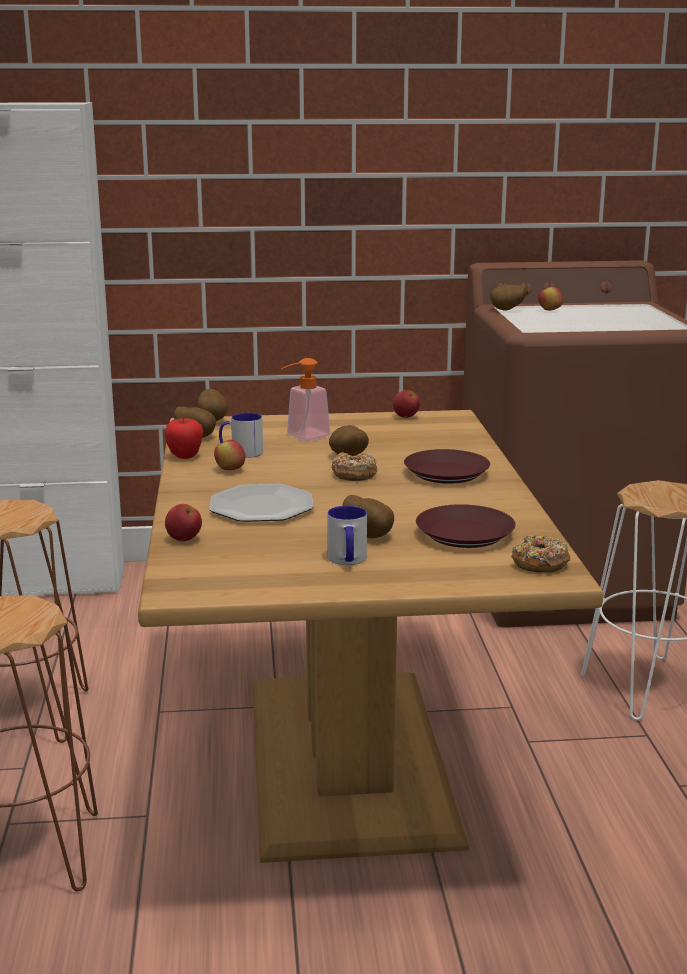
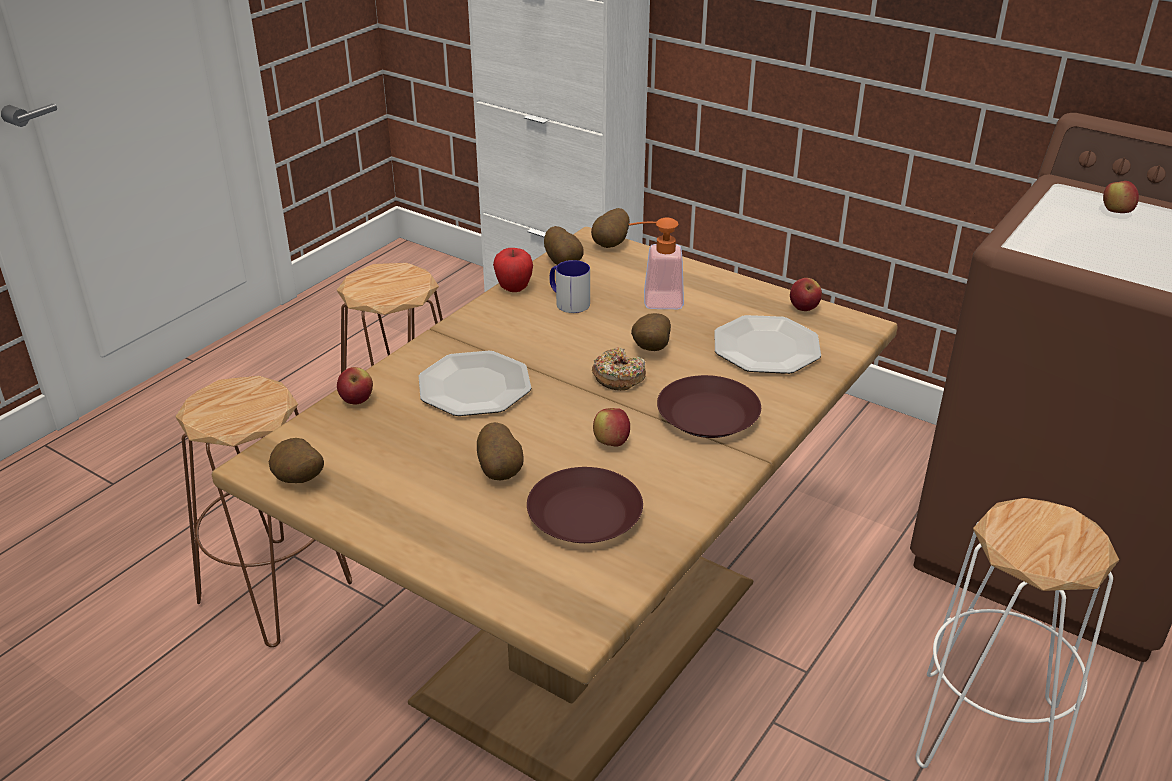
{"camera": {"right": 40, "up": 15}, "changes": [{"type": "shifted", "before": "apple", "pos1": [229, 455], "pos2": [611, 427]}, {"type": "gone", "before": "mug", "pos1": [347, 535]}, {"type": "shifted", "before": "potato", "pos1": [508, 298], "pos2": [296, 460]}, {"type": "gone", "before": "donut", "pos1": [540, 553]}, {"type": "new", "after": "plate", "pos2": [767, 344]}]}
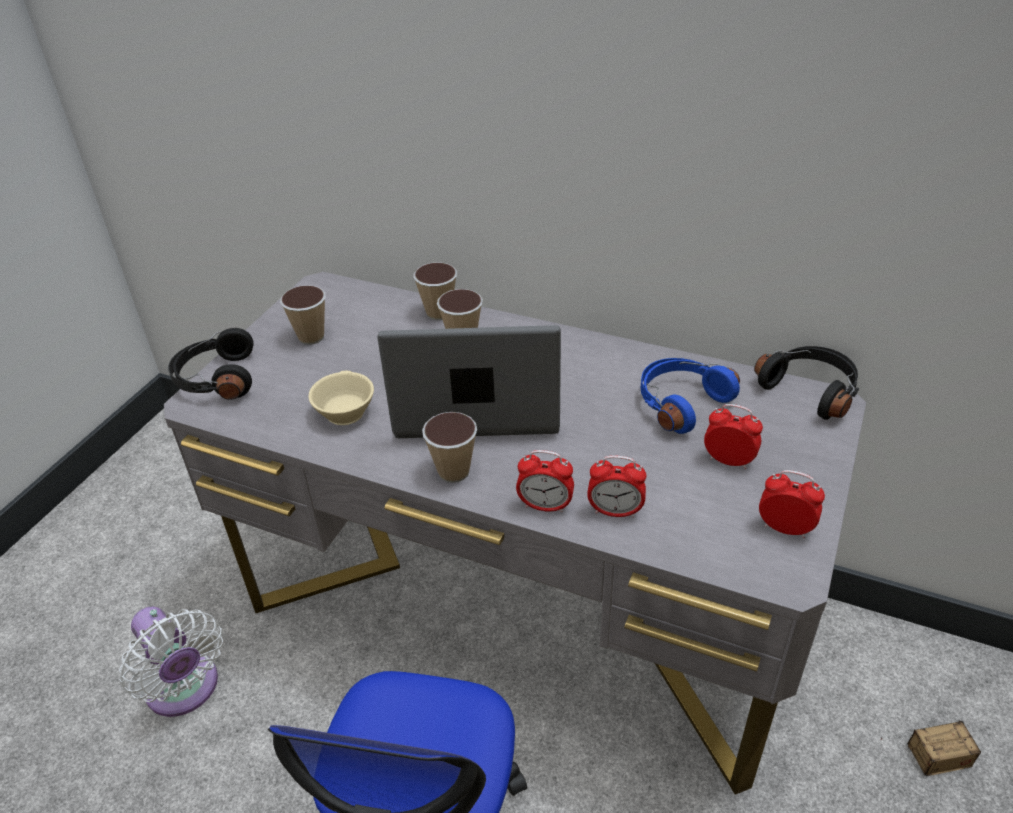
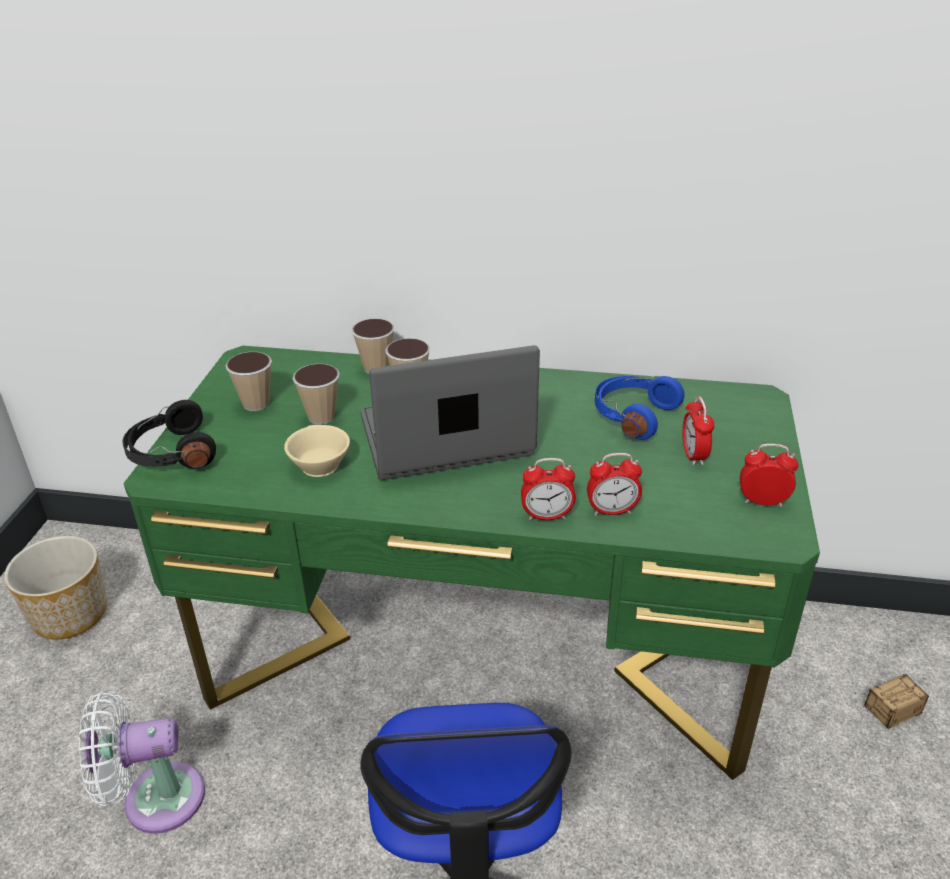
{"camera": {"right": -15, "up": -5}, "changes": [{"type": "rotated", "before": "white fan", "pos1": [171, 662], "pos2": [142, 762], "turn": 135}, {"type": "repainted", "before": "grey desk", "after": "green desk", "pos1": [515, 533], "pos2": [471, 563]}, {"type": "shifted", "before": "cup", "pos1": [449, 447], "pos2": [316, 394]}, {"type": "rotated", "before": "alarm clock", "pos1": [733, 436], "pos2": [698, 431], "turn": -105}, {"type": "gone", "before": "black headphones", "pos1": [806, 383]}, {"type": "new", "after": "planter", "pos2": [55, 587]}]}
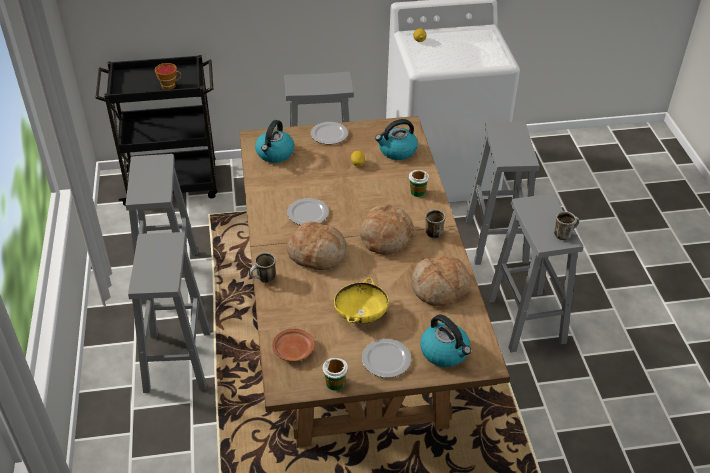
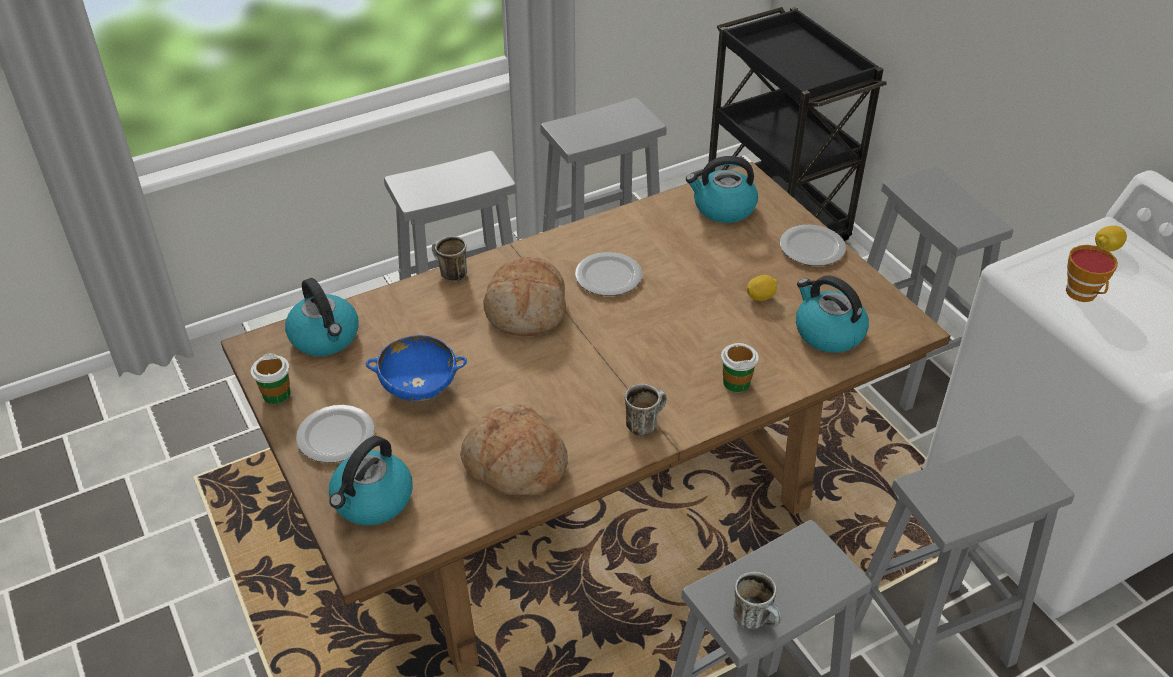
{"camera": {"right": 70, "up": 0}, "changes": [{"type": "shifted", "before": "cup", "pos1": [168, 76], "pos2": [1092, 273]}, {"type": "swapped", "before": "brown plate", "after": "kettle", "pos1": [293, 345], "pos2": [322, 317]}, {"type": "repainted", "before": "yellow bowl", "after": "blue bowl", "pos1": [361, 300], "pos2": [416, 368]}, {"type": "gone", "before": "bread", "pos1": [386, 229]}]}
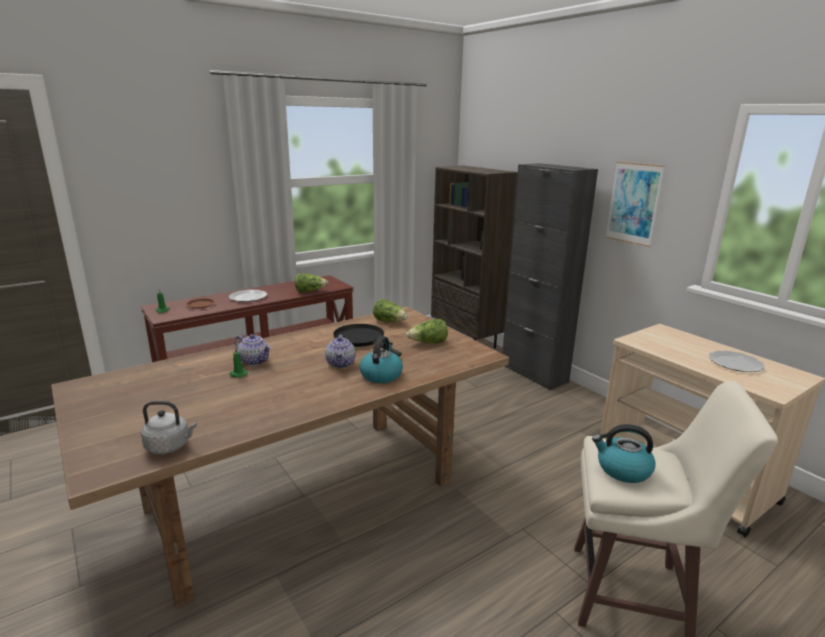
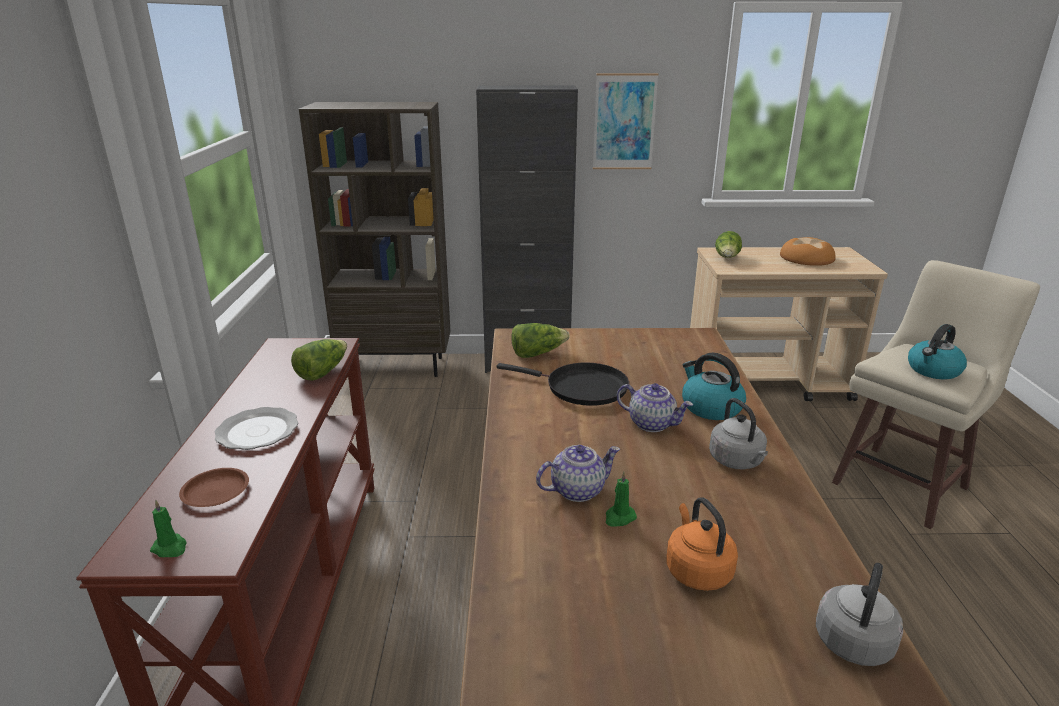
{"camera": {"right": -55, "up": 5}, "changes": [{"type": "rotated", "before": "black frying pan", "pos1": [367, 340], "pos2": [562, 384], "turn": -150}, {"type": "shifted", "before": "lettuce", "pos1": [427, 331], "pos2": [728, 244]}, {"type": "swapped", "before": "plate", "after": "bread", "pos1": [737, 361], "pos2": [808, 251]}, {"type": "new", "after": "orange kettle", "pos2": [702, 544]}, {"type": "new", "after": "grey kettle", "pos2": [738, 433]}]}
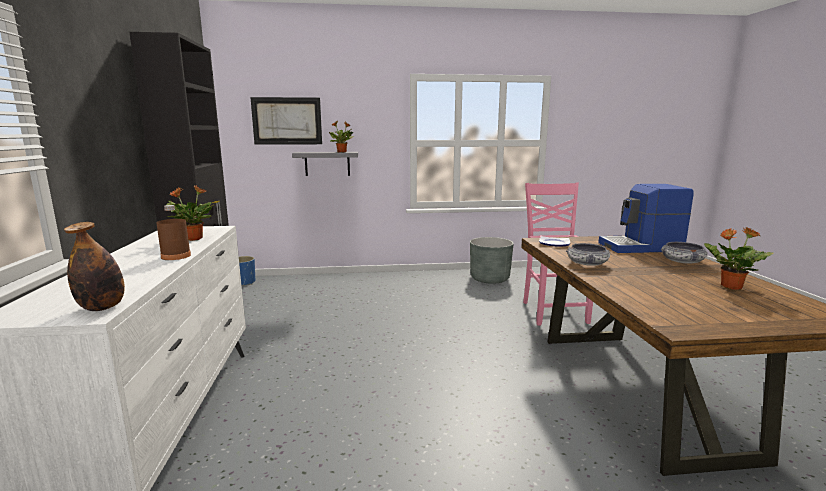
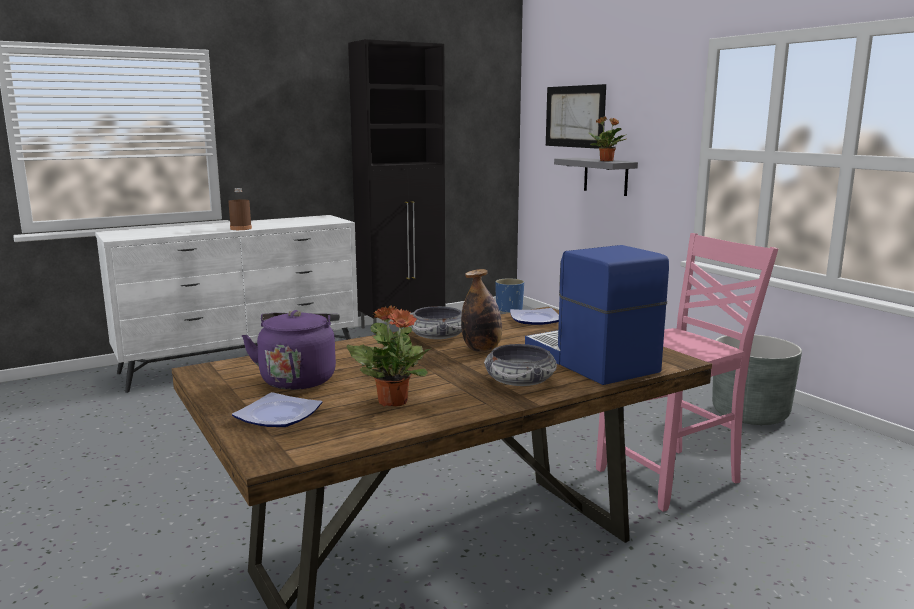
{"camera": {"right": 65, "up": 0}, "changes": [{"type": "shifted", "before": "bottle", "pos1": [94, 266], "pos2": [481, 310]}, {"type": "gone", "before": "potted plant", "pos1": [190, 213]}, {"type": "new", "after": "plate", "pos2": [277, 409]}, {"type": "new", "after": "purple kettle", "pos2": [291, 350]}]}
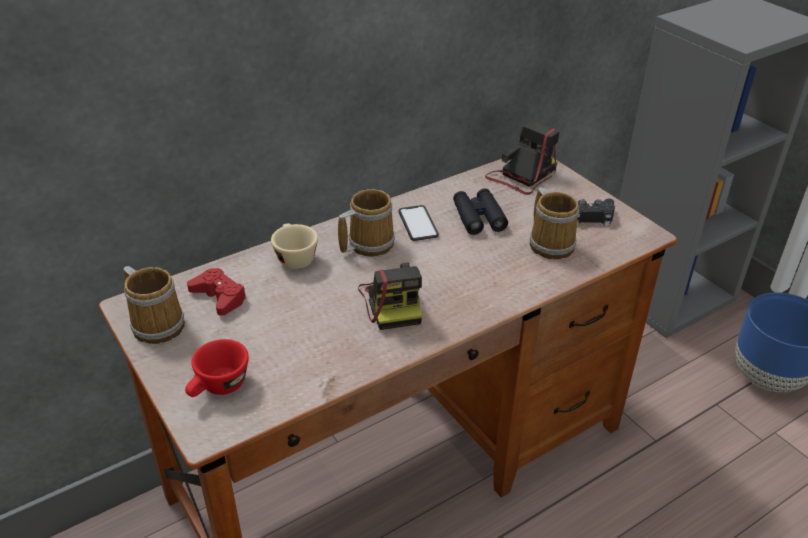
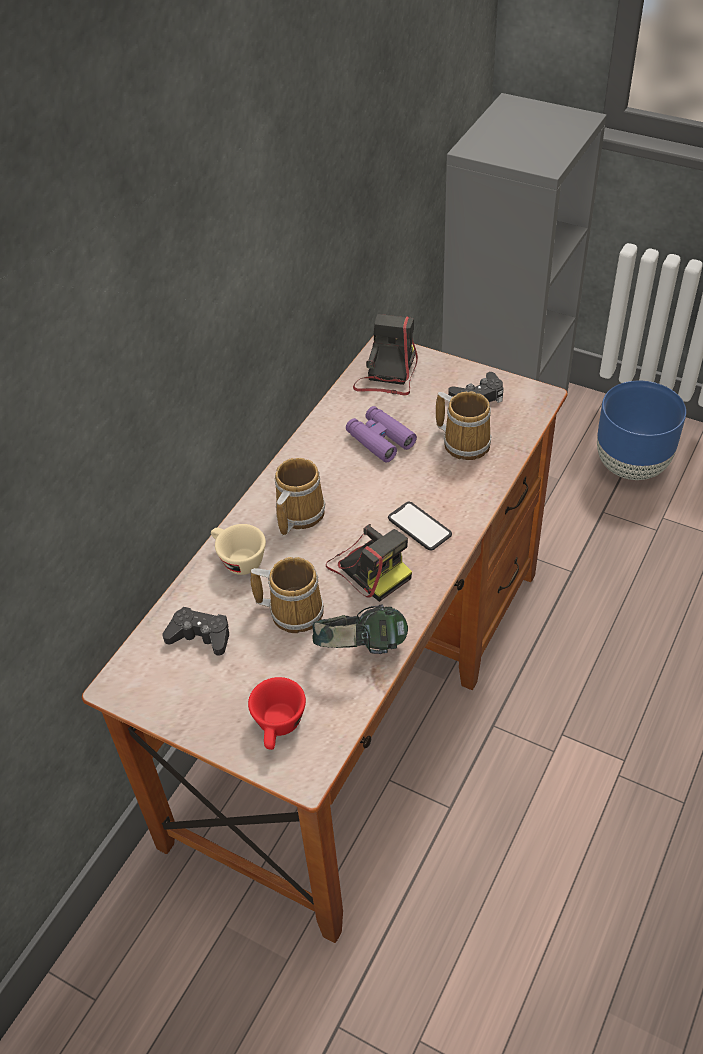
{"camera": {"right": -25, "up": 10}, "changes": [{"type": "shifted", "before": "mug", "pos1": [154, 305], "pos2": [287, 595]}, {"type": "repainted", "before": "red game controller", "after": "black game controller", "pos1": [217, 292], "pos2": [195, 631]}, {"type": "shifted", "before": "phone", "pos1": [419, 223], "pos2": [420, 526]}, {"type": "repainted", "before": "black binoculars", "after": "purple binoculars", "pos1": [480, 211], "pos2": [381, 434]}, {"type": "new", "after": "headphones", "pos2": [360, 629]}]}
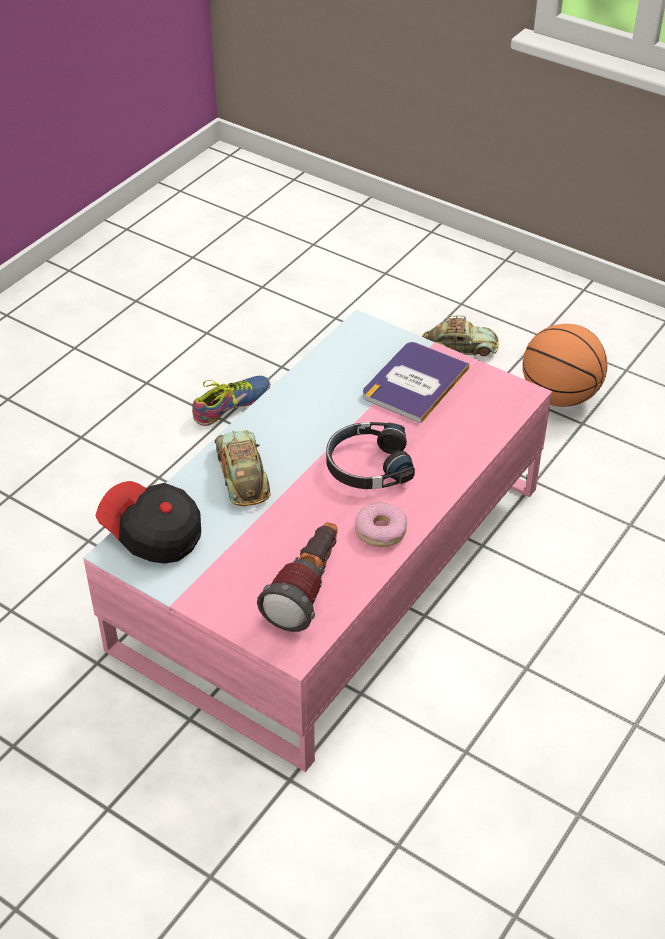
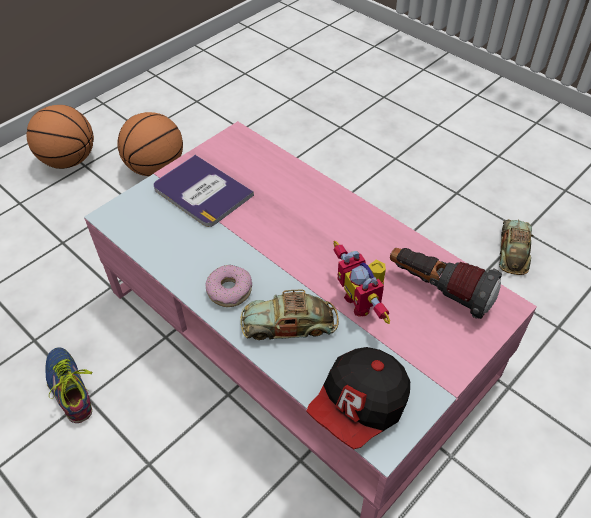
{"camera": {"right": -80, "up": 5}, "changes": [{"type": "gone", "before": "black headphones", "pos1": [370, 455]}, {"type": "shifted", "before": "donut", "pos1": [381, 524], "pos2": [228, 286]}, {"type": "shifted", "before": "toy car", "pos1": [460, 336], "pos2": [516, 247]}, {"type": "new", "after": "basketball", "pos2": [60, 137]}, {"type": "new", "after": "toy robot", "pos2": [361, 282]}]}
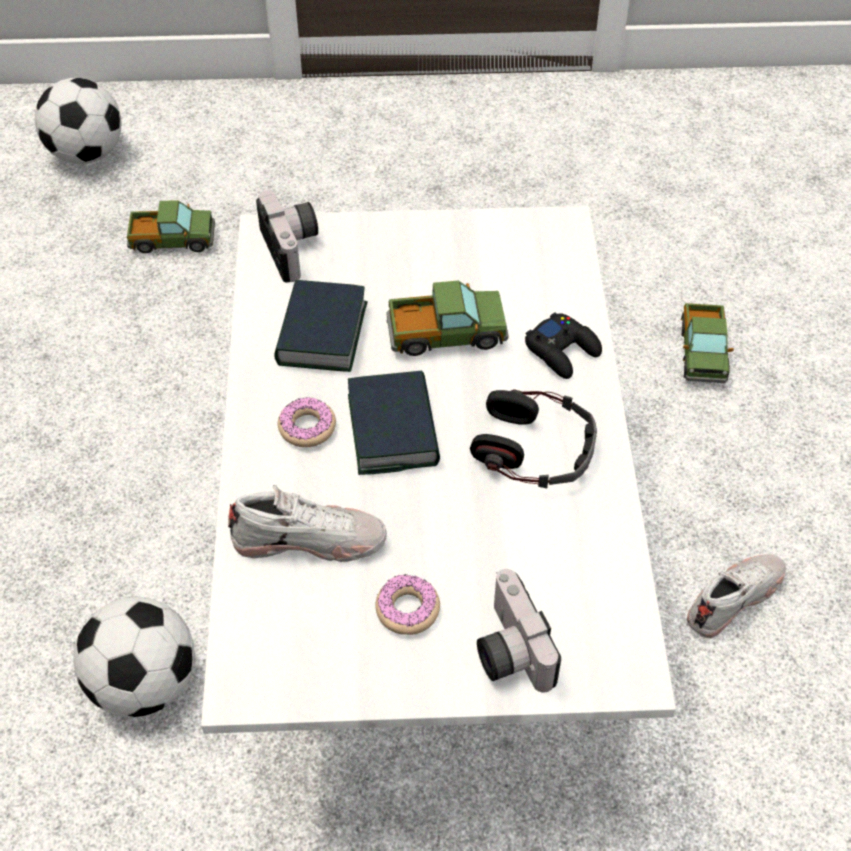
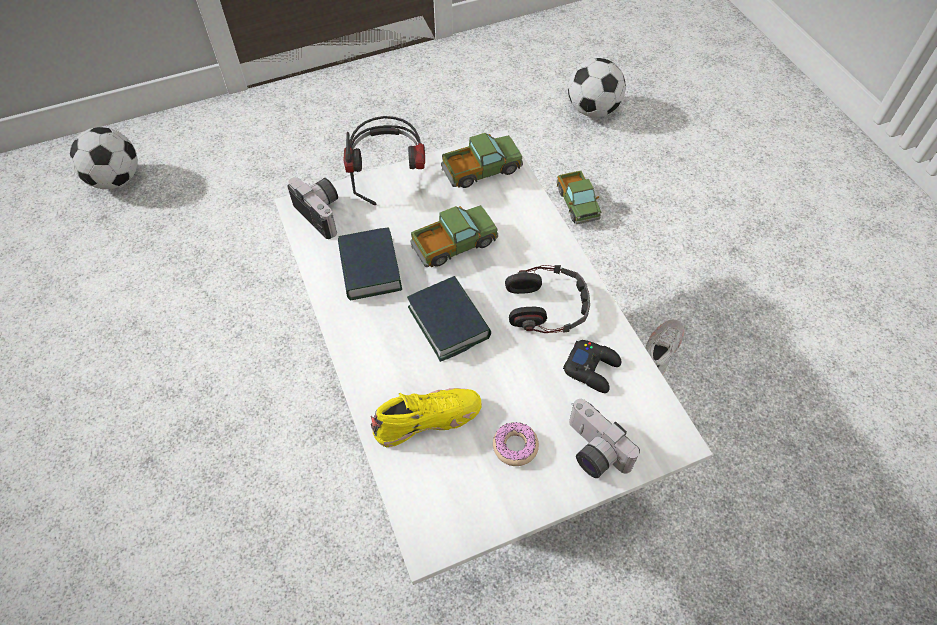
{"camera": {"right": -20, "up": 5}, "changes": [{"type": "shifted", "before": "football", "pos1": [134, 657], "pos2": [597, 87]}, {"type": "shifted", "before": "toy truck", "pos1": [171, 226], "pos2": [482, 160]}, {"type": "repainted", "before": "white shoe", "after": "yellow shoe", "pos1": [307, 523], "pos2": [426, 417]}, {"type": "gone", "before": "donut", "pos1": [307, 422]}, {"type": "shifted", "before": "black game controller", "pos1": [563, 346], "pos2": [592, 366]}, {"type": "new", "after": "headphones", "pos2": [384, 160]}]}
